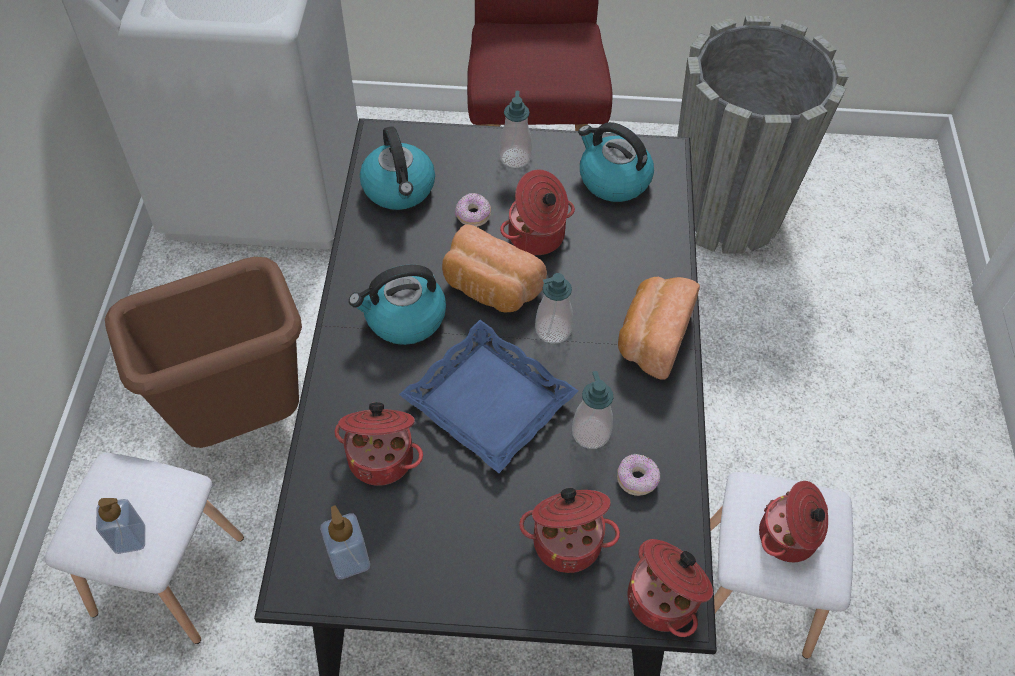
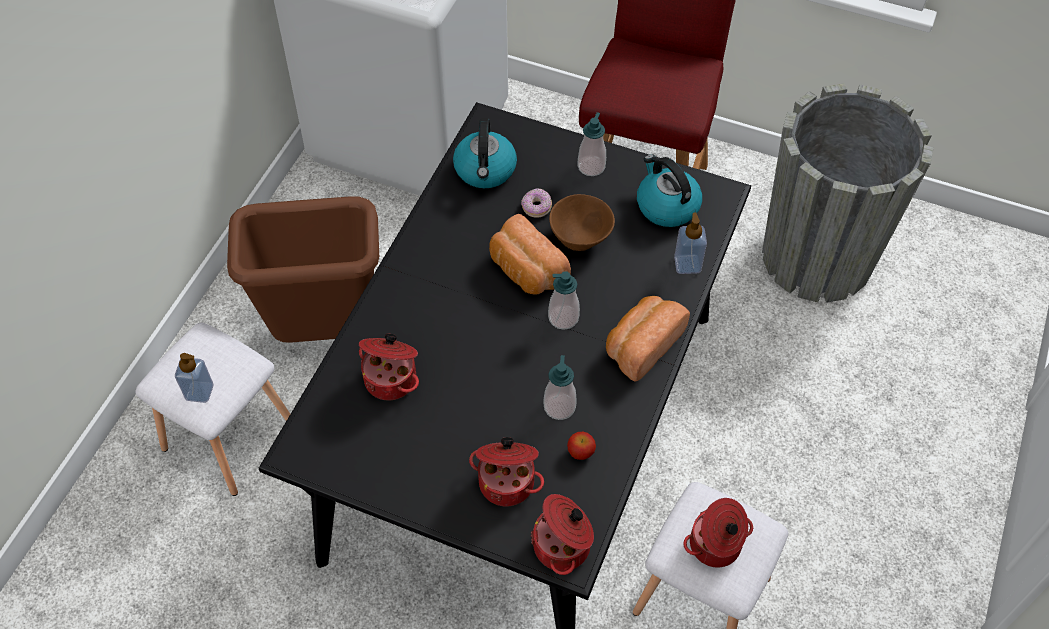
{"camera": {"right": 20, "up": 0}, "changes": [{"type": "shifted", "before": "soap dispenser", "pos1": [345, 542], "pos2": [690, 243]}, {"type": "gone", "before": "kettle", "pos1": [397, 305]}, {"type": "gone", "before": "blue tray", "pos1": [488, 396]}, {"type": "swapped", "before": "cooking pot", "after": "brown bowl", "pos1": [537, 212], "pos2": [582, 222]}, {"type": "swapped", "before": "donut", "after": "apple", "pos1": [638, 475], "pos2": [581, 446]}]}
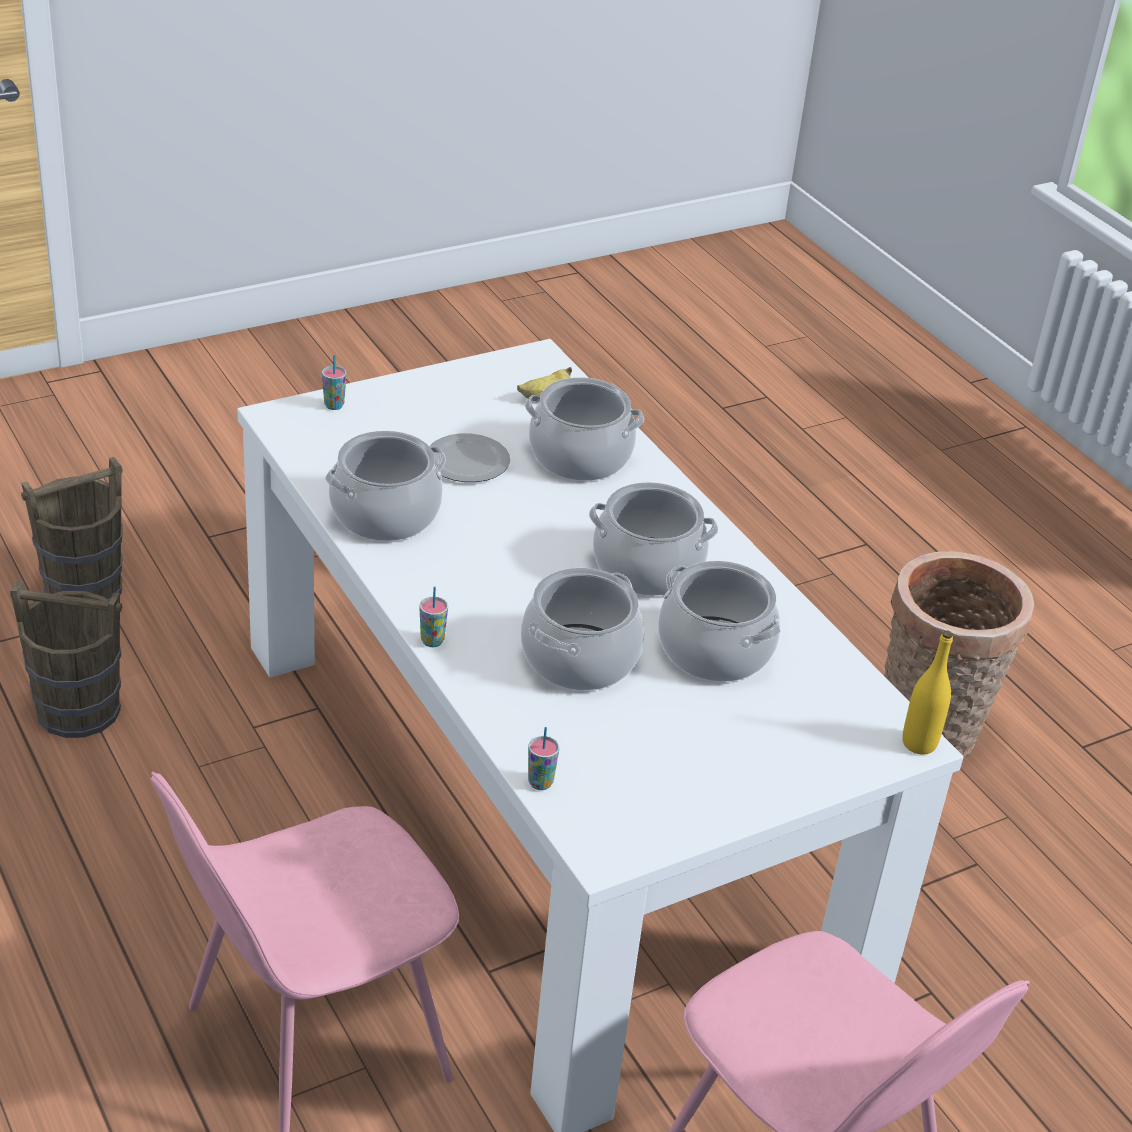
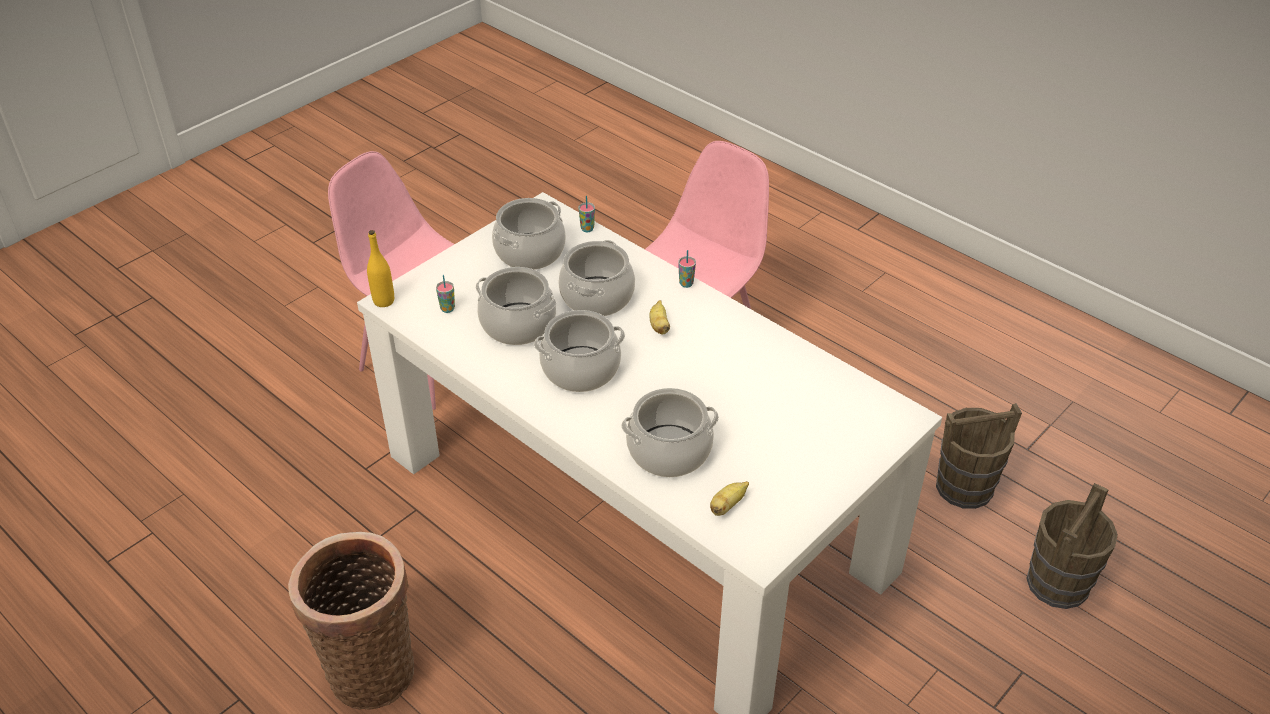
{"camera": {"right": 165, "up": 5}, "changes": [{"type": "shifted", "before": "cup", "pos1": [334, 382], "pos2": [445, 294]}, {"type": "shifted", "before": "cooking pot", "pos1": [385, 486], "pos2": [529, 234]}, {"type": "gone", "before": "plate", "pos1": [470, 457]}, {"type": "new", "after": "banana", "pos2": [659, 317]}]}
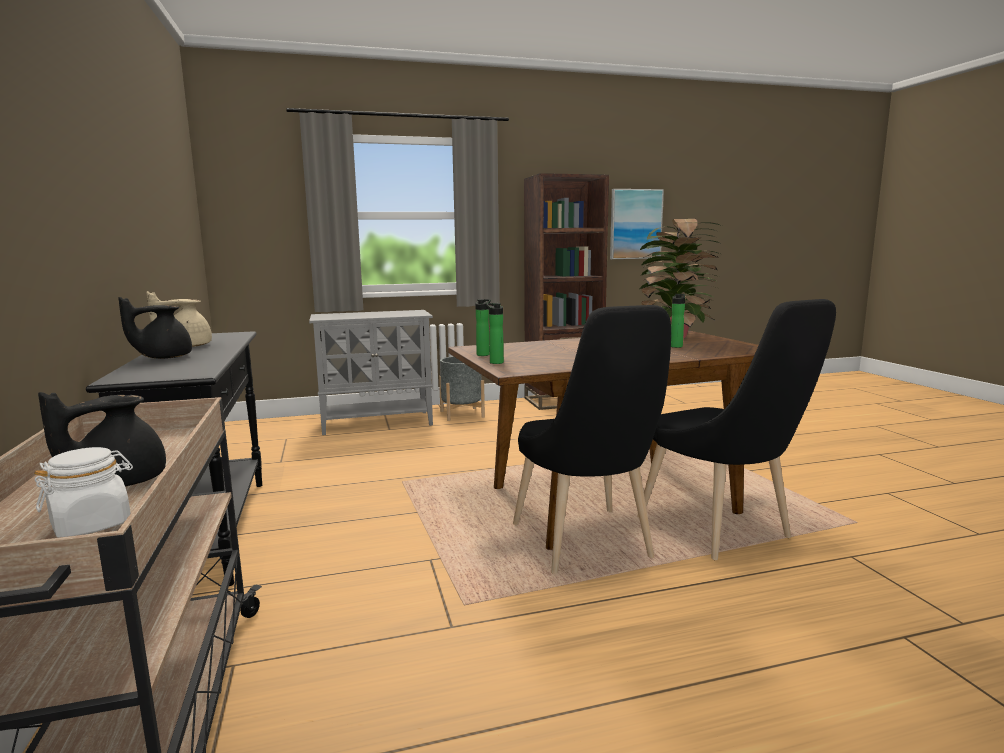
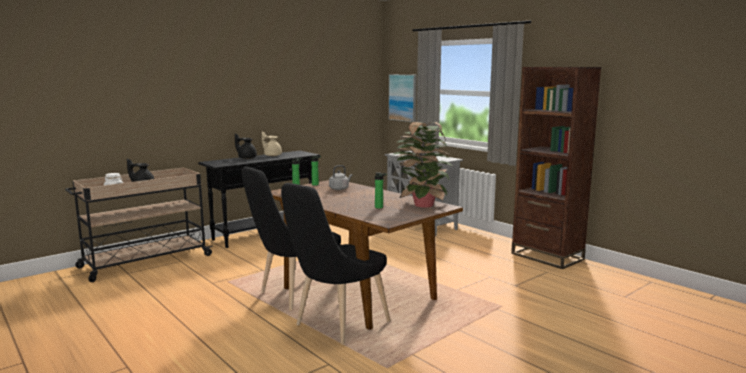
{"camera": {"right": 65, "up": 0}, "changes": [{"type": "gone", "before": "grey planter", "pos1": [462, 388]}, {"type": "shifted", "before": "picture", "pos1": [637, 224], "pos2": [402, 98]}, {"type": "new", "after": "grey kettle", "pos2": [340, 177]}]}
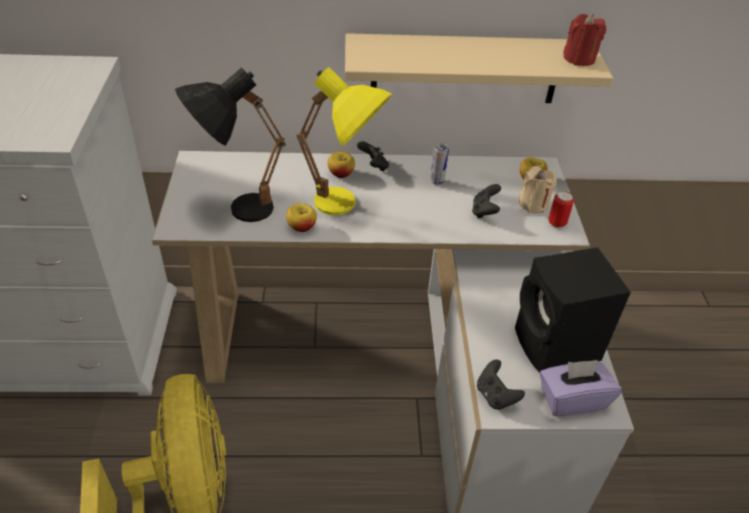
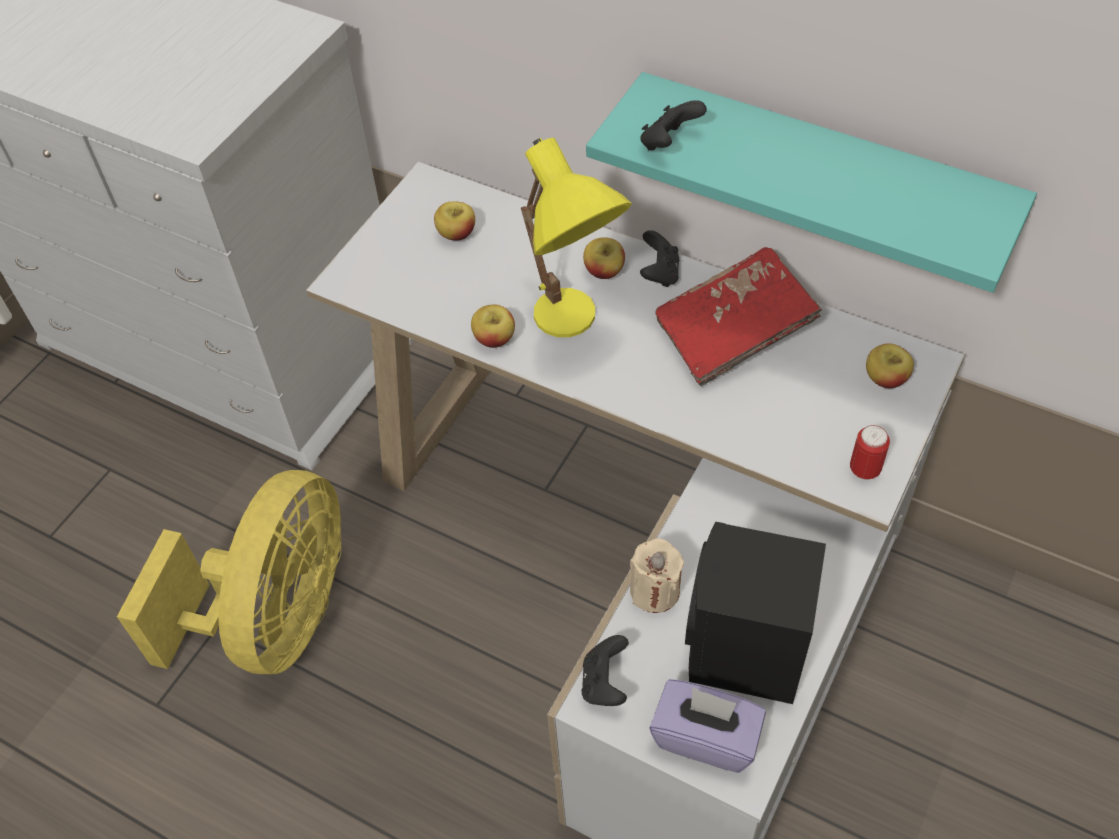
{"camera": {"right": 35, "up": 10}, "changes": [{"type": "gone", "before": "black table lamp", "pos1": [230, 144]}, {"type": "repainted", "before": "beige shelf", "after": "turquoise shelf", "pos1": [479, 68], "pos2": [811, 182]}, {"type": "swapped", "before": "can", "after": "red book", "pos1": [439, 164], "pos2": [739, 316]}, {"type": "shifted", "before": "black game controller", "pos1": [486, 201], "pos2": [673, 125]}, {"type": "shifted", "before": "beige candle", "pos1": [538, 189], "pos2": [657, 575]}, {"type": "gone", "before": "red candle", "pos1": [584, 40]}, {"type": "new", "after": "apple", "pos2": [454, 221]}]}
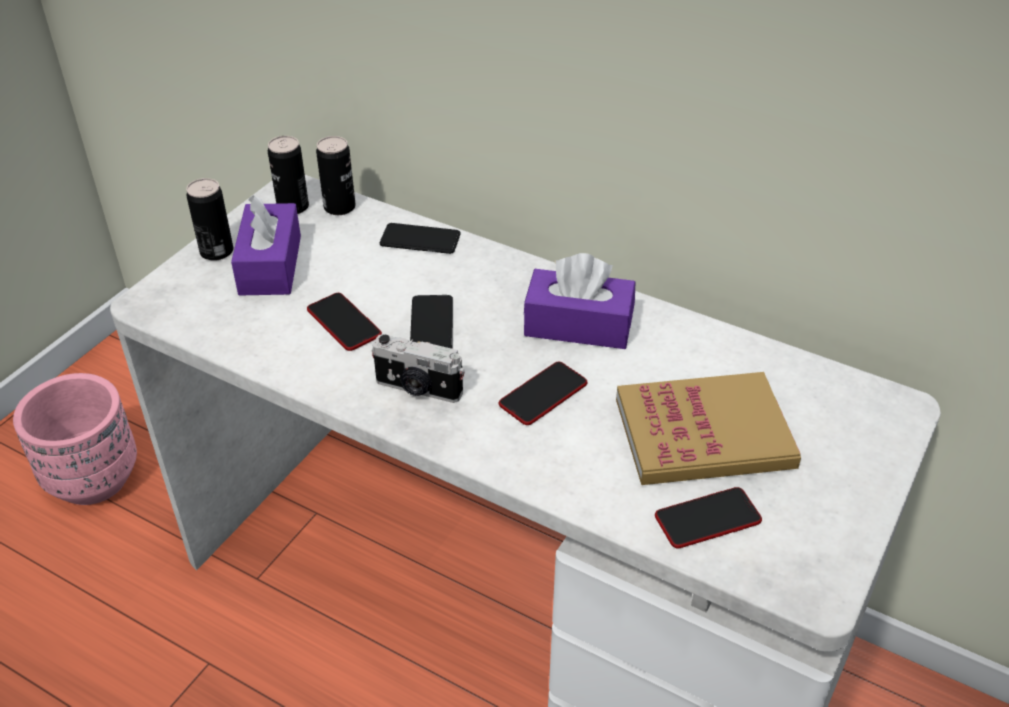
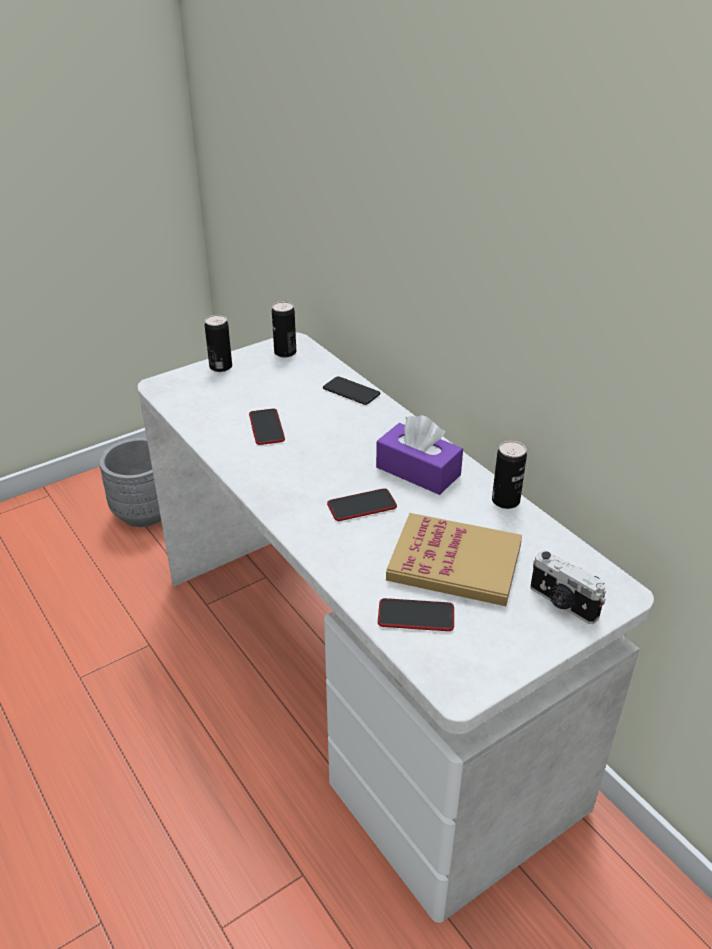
{"camera": {"right": 25, "up": -5}, "changes": [{"type": "repainted", "before": "pink planter", "after": "grey planter", "pos1": [75, 439], "pos2": [130, 482]}, {"type": "gone", "before": "purple tissue box", "pos1": [266, 245]}, {"type": "shifted", "before": "can", "pos1": [336, 175], "pos2": [509, 475]}, {"type": "shifted", "before": "photo camera", "pos1": [418, 368], "pos2": [568, 587]}, {"type": "gone", "before": "phone", "pos1": [431, 321]}]}
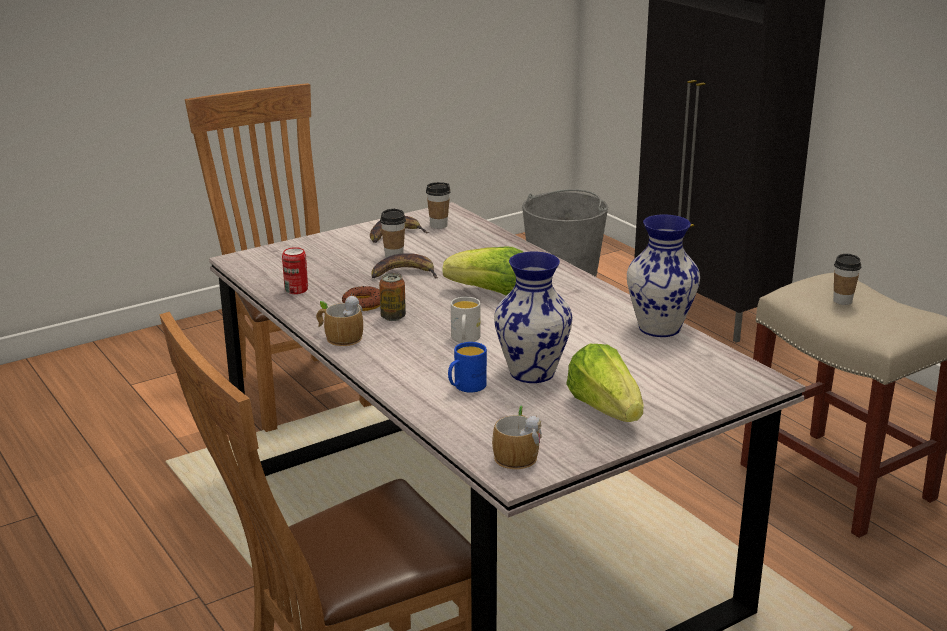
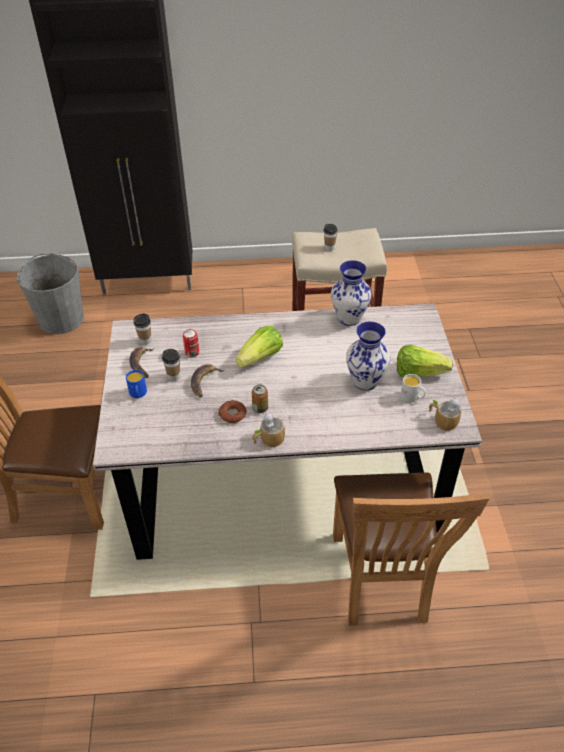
{"camera": {"right": -60, "up": 20}, "changes": [{"type": "shifted", "before": "can", "pos1": [295, 270], "pos2": [191, 343]}, {"type": "shifted", "before": "blue mug", "pos1": [467, 367], "pos2": [136, 384]}, {"type": "shifted", "before": "white mug", "pos1": [466, 320], "pos2": [413, 388]}]}
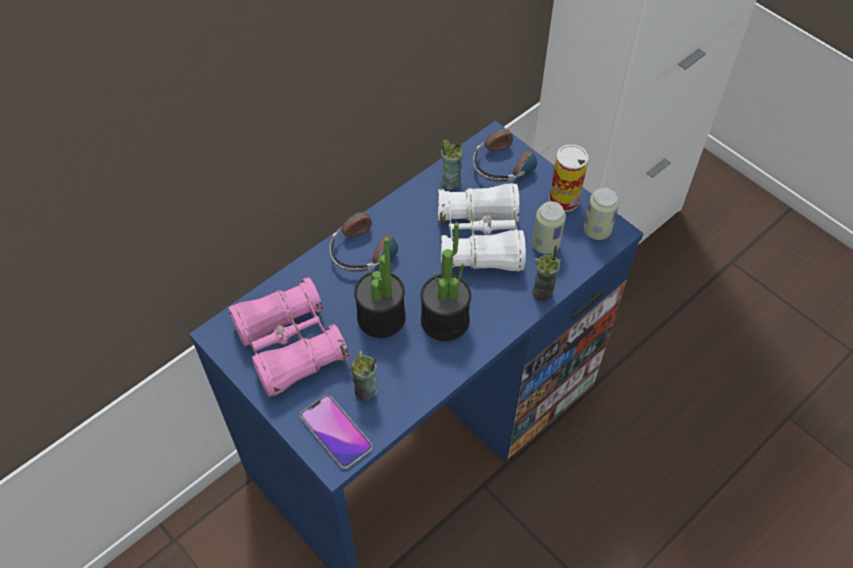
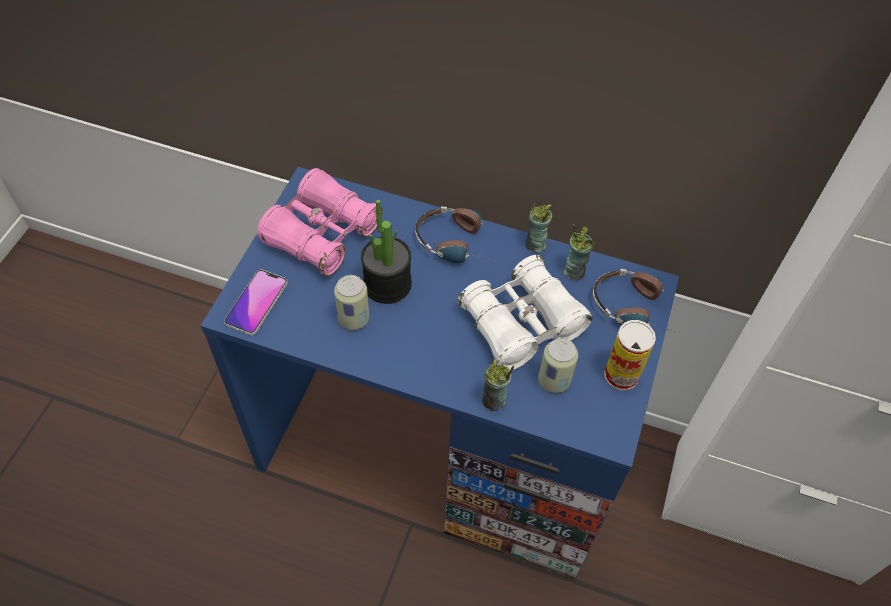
{"camera": {"right": 60, "up": 0}, "changes": [{"type": "shifted", "before": "cup", "pos1": [364, 376], "pos2": [538, 228]}, {"type": "gone", "before": "potted plant", "pos1": [446, 281]}, {"type": "shifted", "before": "can", "pos1": [601, 213], "pos2": [351, 302]}]}
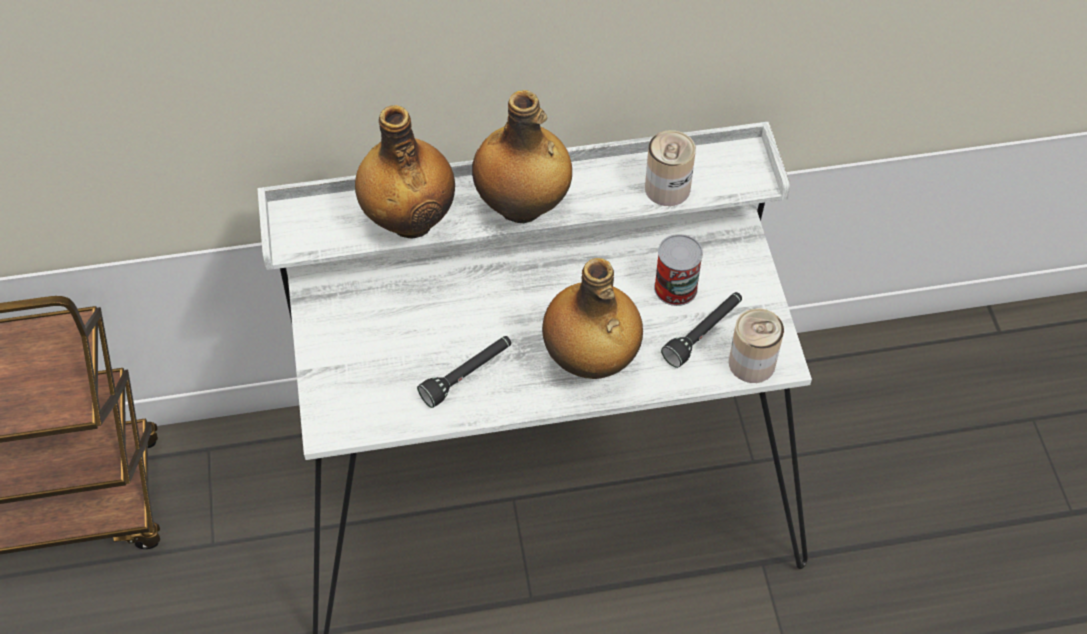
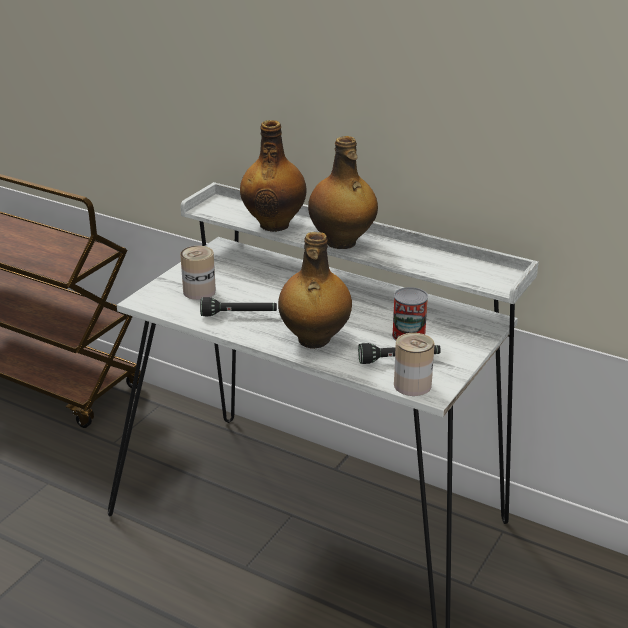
{"camera": {"right": 40, "up": -25}, "changes": [{"type": "shifted", "before": "can", "pos1": [670, 168], "pos2": [198, 273]}]}
